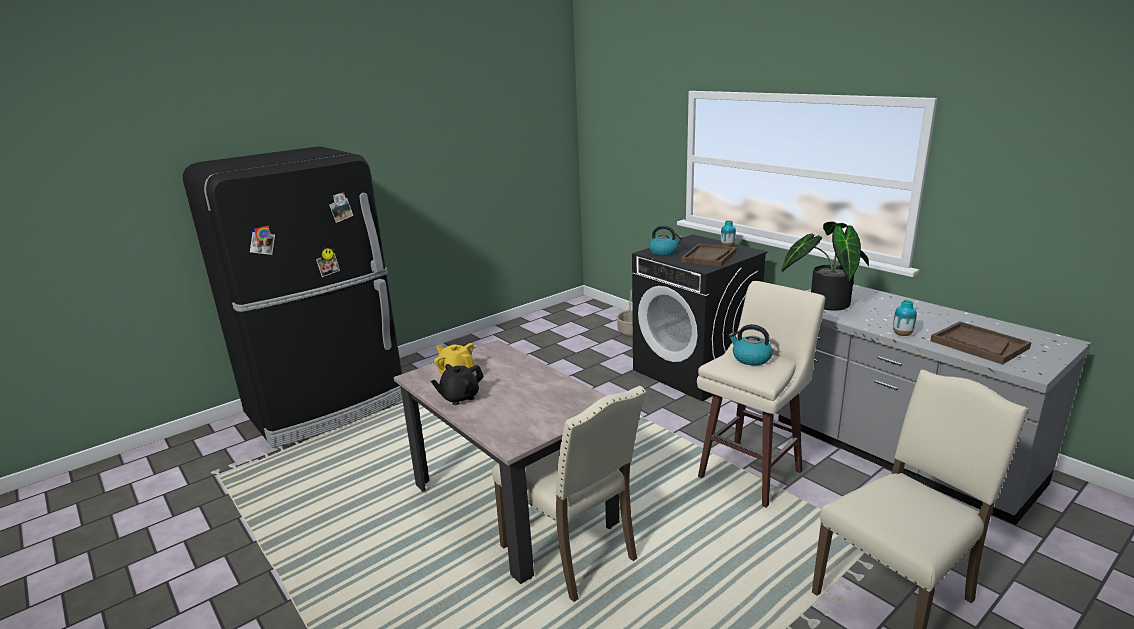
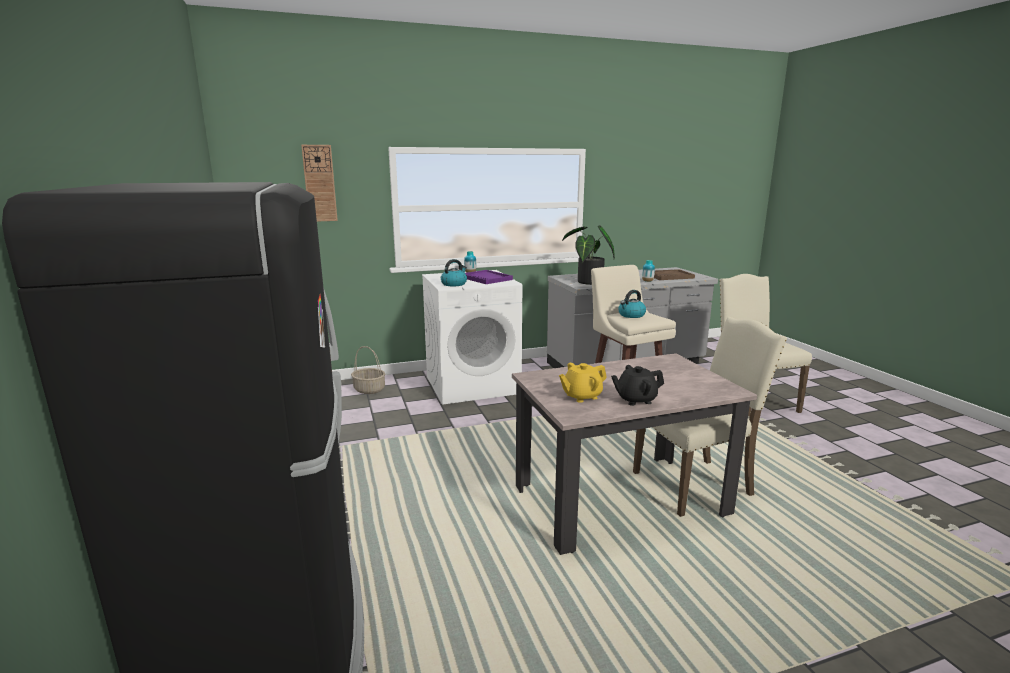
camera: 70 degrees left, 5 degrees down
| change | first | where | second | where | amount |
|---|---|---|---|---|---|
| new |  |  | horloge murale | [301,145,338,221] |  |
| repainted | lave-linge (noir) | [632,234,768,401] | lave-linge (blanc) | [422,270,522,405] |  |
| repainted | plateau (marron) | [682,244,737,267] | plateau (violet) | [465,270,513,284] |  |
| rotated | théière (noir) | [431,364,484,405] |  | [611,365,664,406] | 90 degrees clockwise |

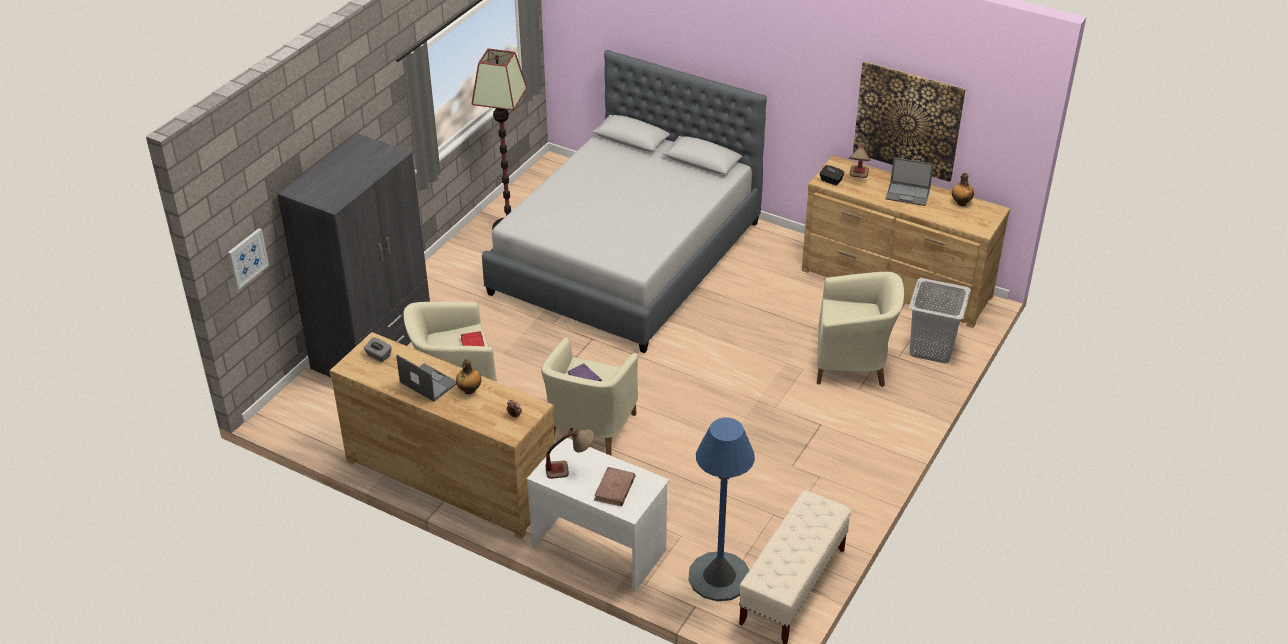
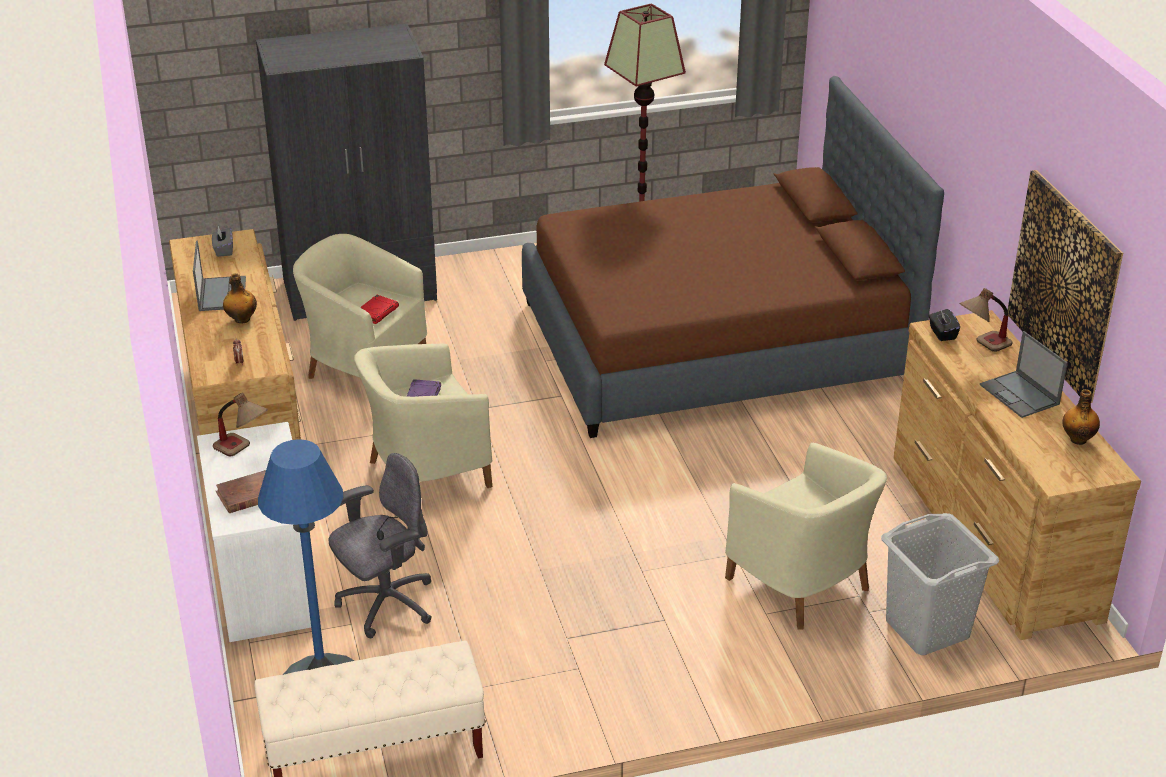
camera: 45 degrees right, 5 degrees down
| change | first | where | second | where | amount |
|---|---|---|---|---|---|
| gone | tableau | [228,228,269,290] |  |  |  |
| new |  |  | chaise de bureau (gris) | [329,453,432,638] |  |
| repainted | lit (gris) | [482,50,767,353] | lit (marron) | [522,76,944,438] |  |

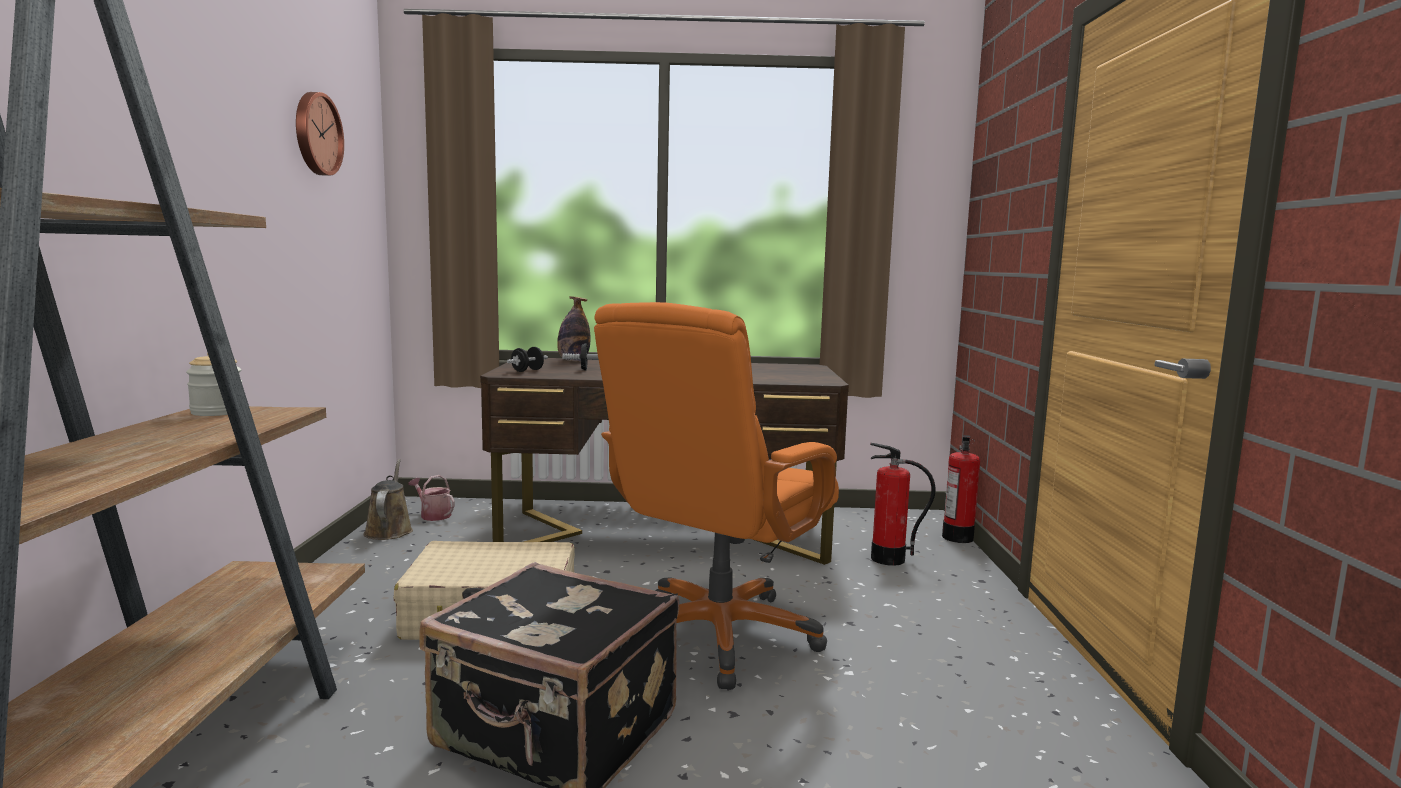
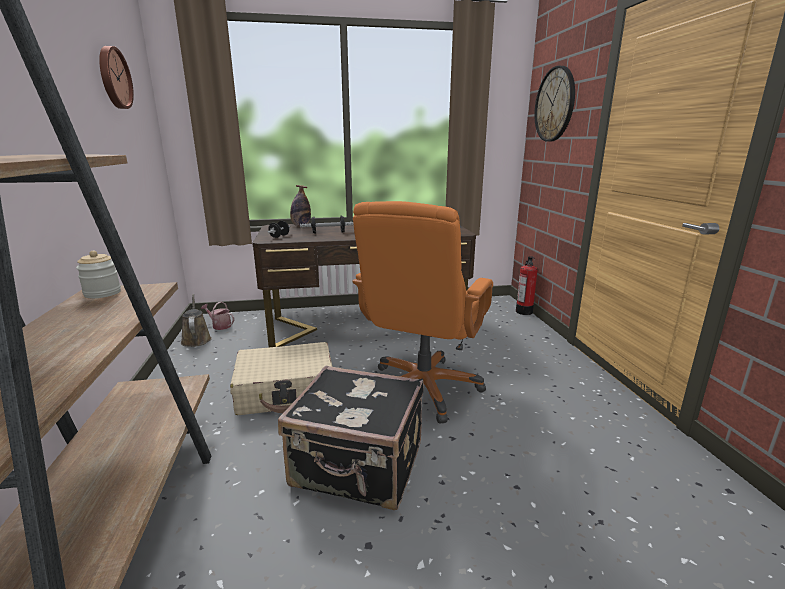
camera: 10 degrees left, 10 degrees up
| change | first | where | second | where | amount |
|---|---|---|---|---|---|
| gone | extincteur | [870,443,935,566] |  |  |  |
| new |  |  | horloge murale | [534,66,575,142] |  |

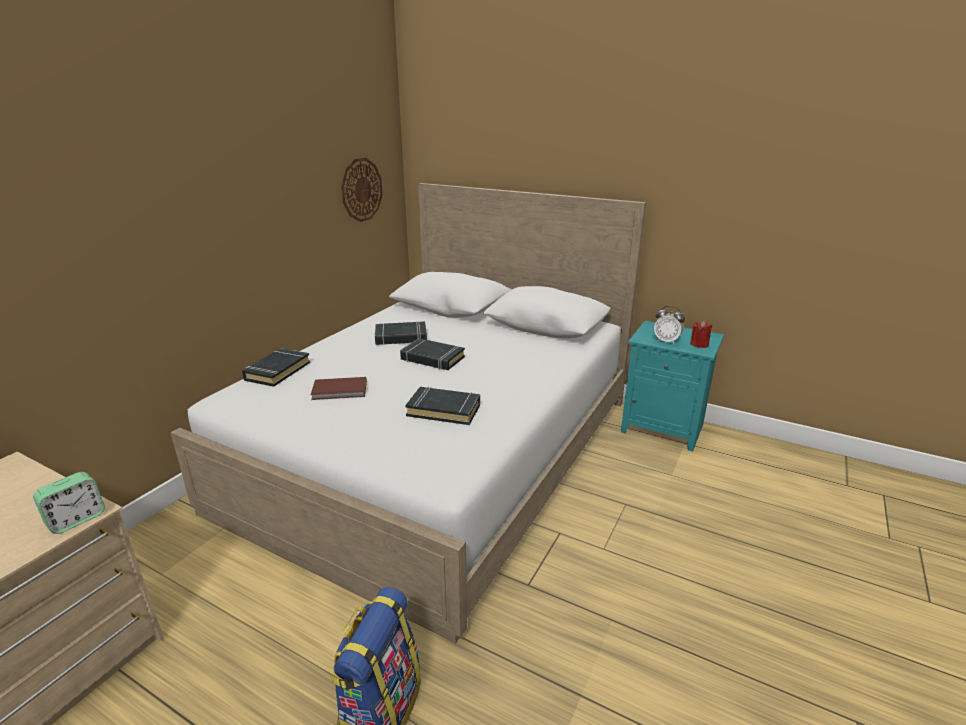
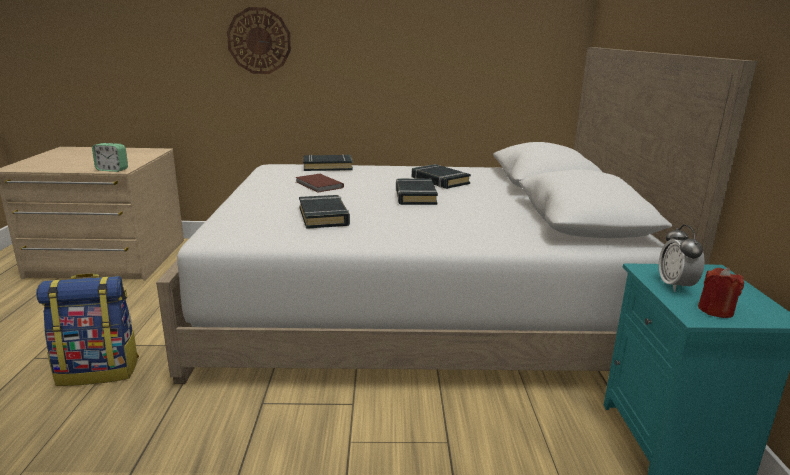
camera: 60 degrees right, 5 degrees down
| change | first | where | second | where | amount |
|---|---|---|---|---|---|
| shifted | horloge murale | [341,157,383,222] |  | [227,7,291,74] |  |

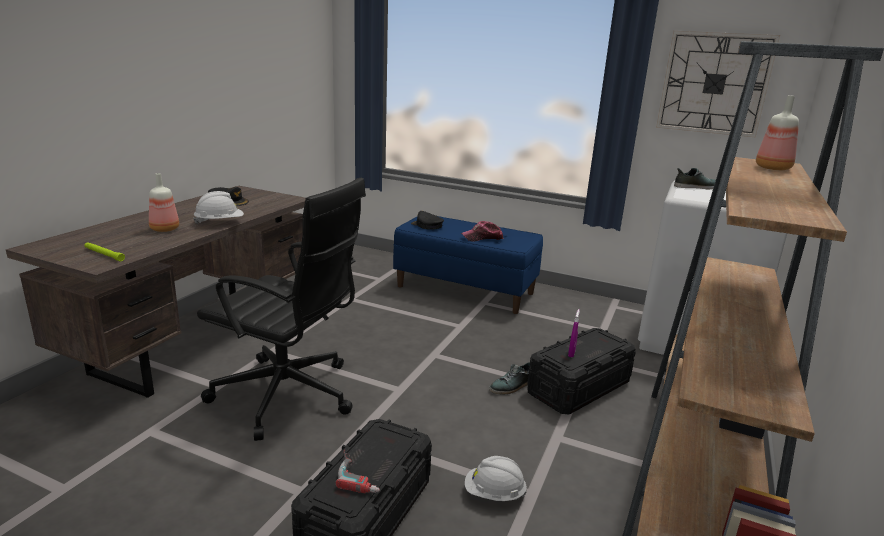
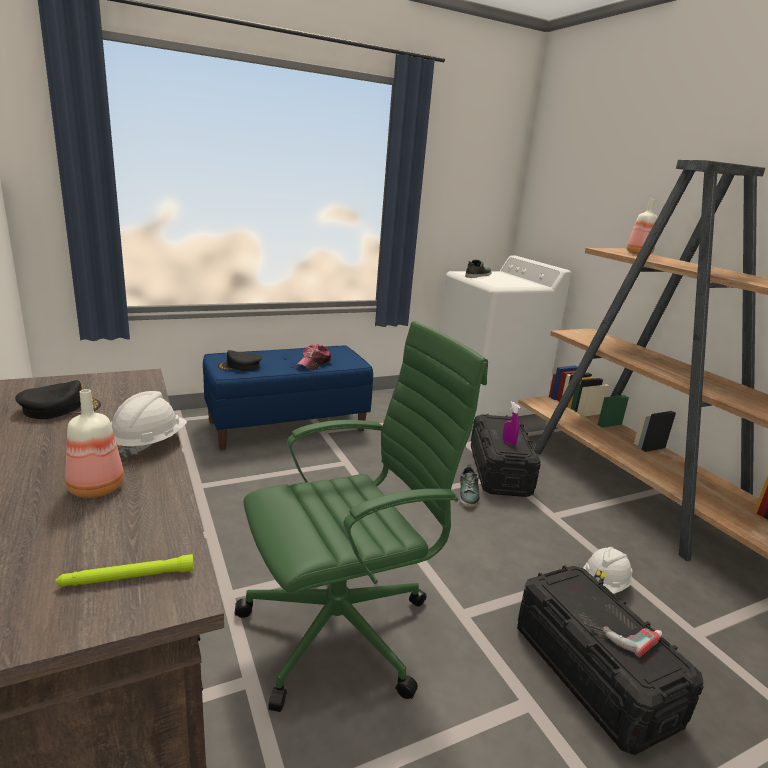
camera: 50 degrees left, 0 degrees up
| change | first | where | second | where | amount |
|---|---|---|---|---|---|
| gone | horloge murale | [656,31,780,138] |  |  |  |
| repainted | chaise de bureau (noir) | [197,177,366,441] | chaise de bureau (vert) | [235,321,488,712] |  |

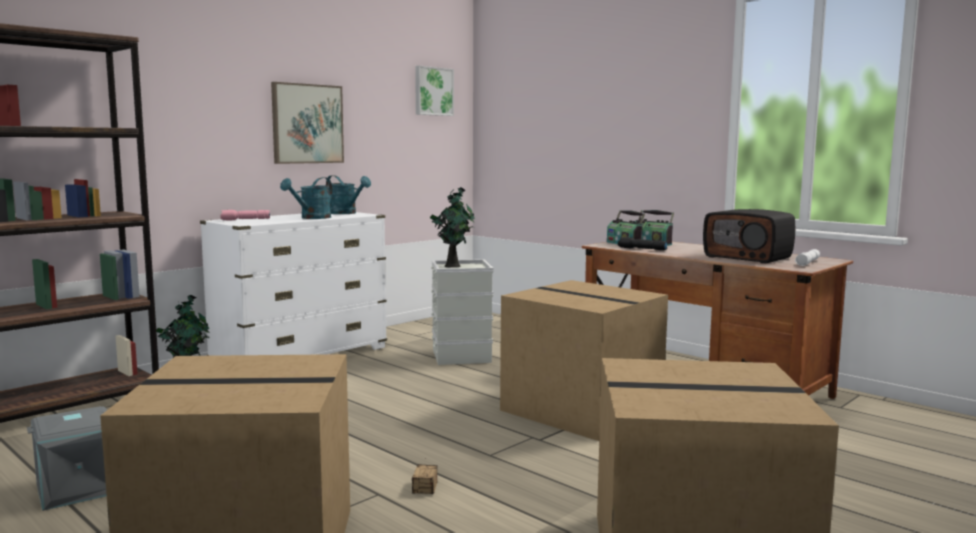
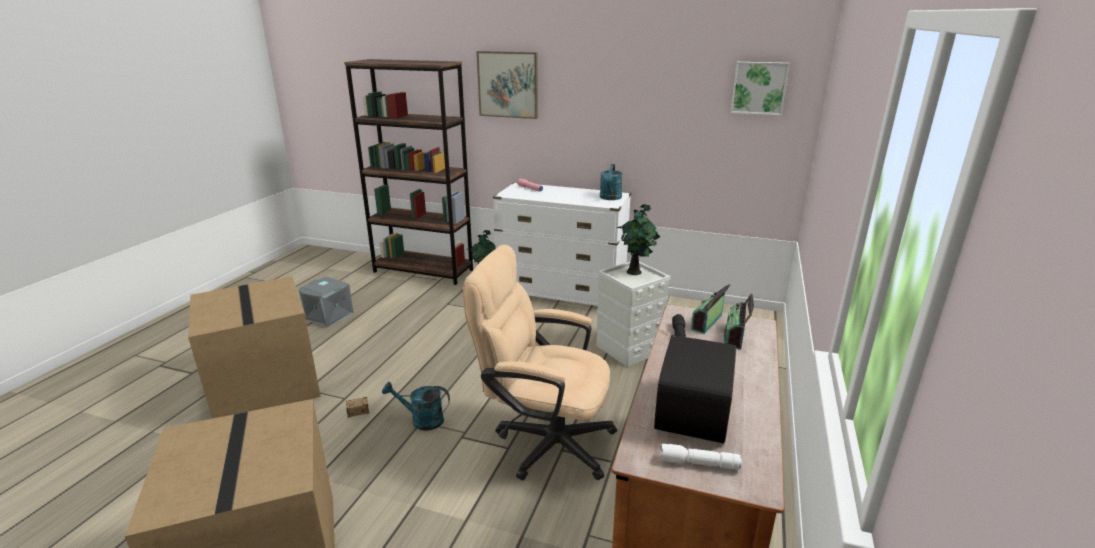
camera: 65 degrees right, 15 degrees up
| change | first | where | second | where | amount |
|---|---|---|---|---|---|
| shifted | tableau | [271,82,344,164] |  | [477,51,538,119] |  |
| shifted | arrosoir (turquoise) | [280,177,333,219] |  | [382,382,450,431] |  |
| swapped | carton | [500,280,668,441] | chaise de bureau (beige) | [463,245,617,480] |  |

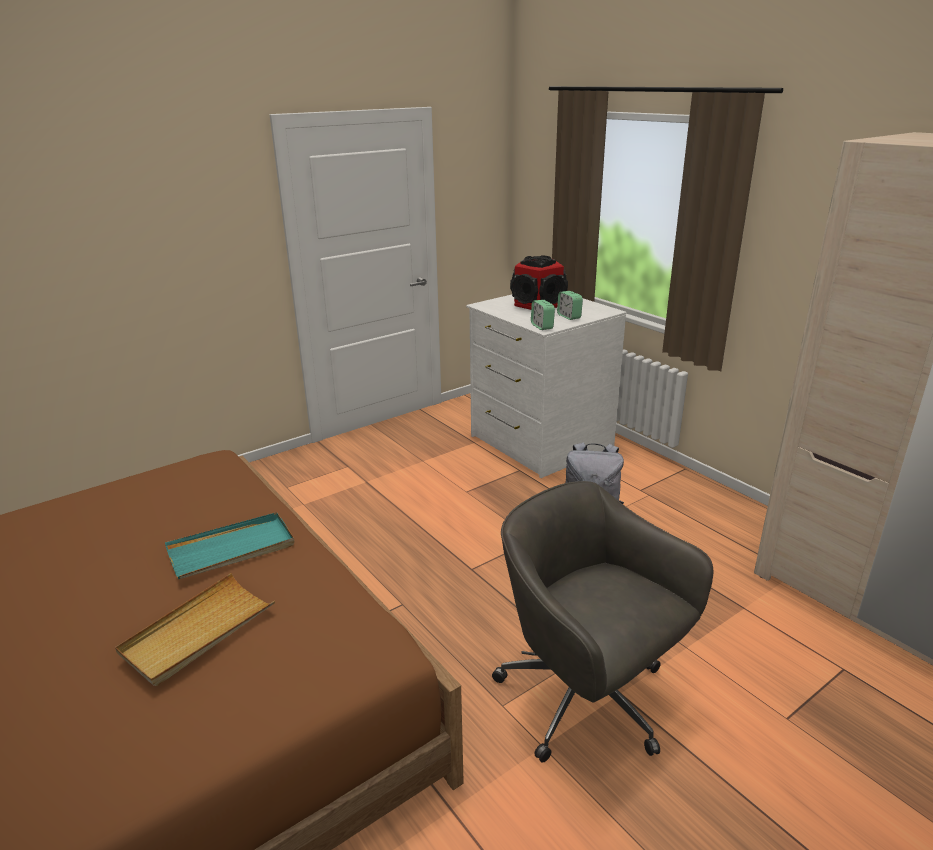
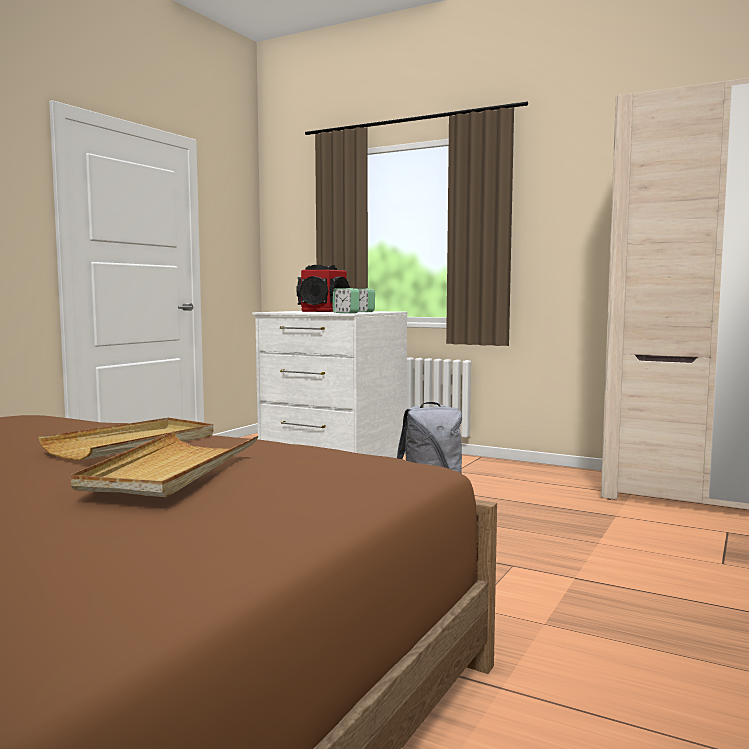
camera: 25 degrees left, 20 degrees down
| change | first | where | second | where | amount |
|---|---|---|---|---|---|
| gone | chaise de bureau (gris) | [492,481,713,763] |  |  |  |
| repainted | plateau (turquoise) | [165,512,295,580] | plateau (beige) | [38,418,214,460] |  |

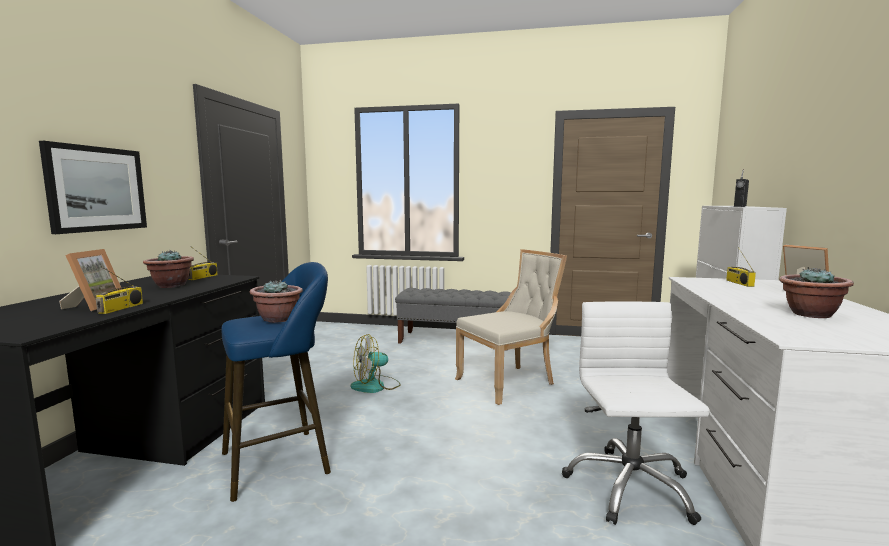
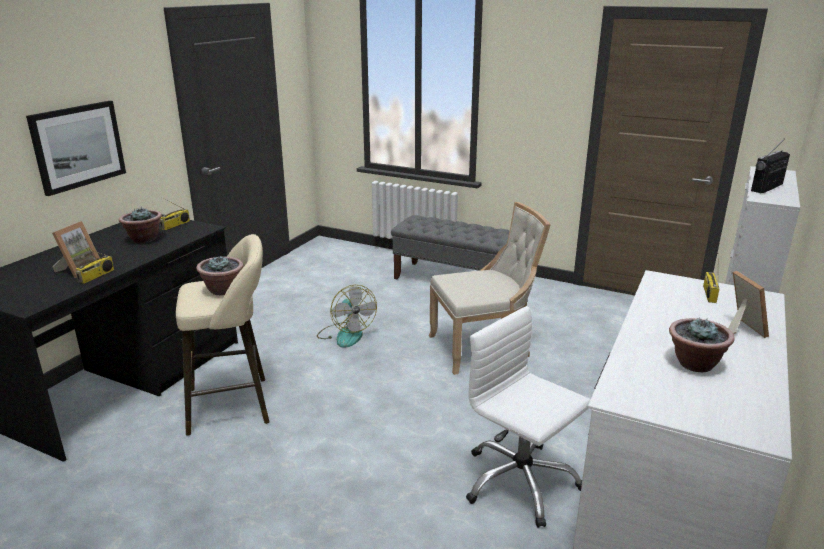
camera: 15 degrees right, 15 degrees up
| change | first | where | second | where | amount |
|---|---|---|---|---|---|
| repainted | tabouret (bleu) | [222,262,331,502] | tabouret (beige) | [176,234,269,436] |  |
| rotated | ventilateur | [350,334,401,393] |  | [317,285,377,348] | 105 degrees counterclockwise |
| rotated | chaise de bureau (blanc) | [562,302,710,525] |  | [466,306,590,528] | 60 degrees counterclockwise |

